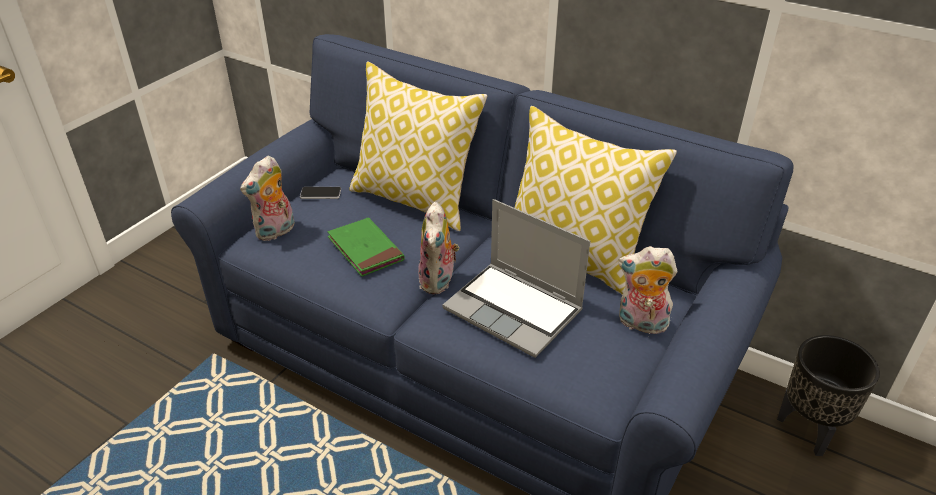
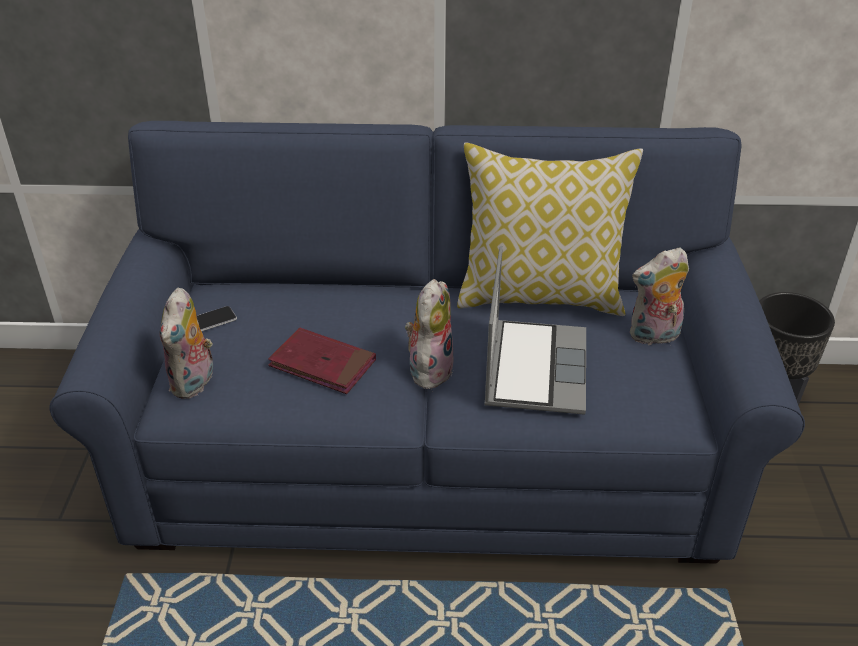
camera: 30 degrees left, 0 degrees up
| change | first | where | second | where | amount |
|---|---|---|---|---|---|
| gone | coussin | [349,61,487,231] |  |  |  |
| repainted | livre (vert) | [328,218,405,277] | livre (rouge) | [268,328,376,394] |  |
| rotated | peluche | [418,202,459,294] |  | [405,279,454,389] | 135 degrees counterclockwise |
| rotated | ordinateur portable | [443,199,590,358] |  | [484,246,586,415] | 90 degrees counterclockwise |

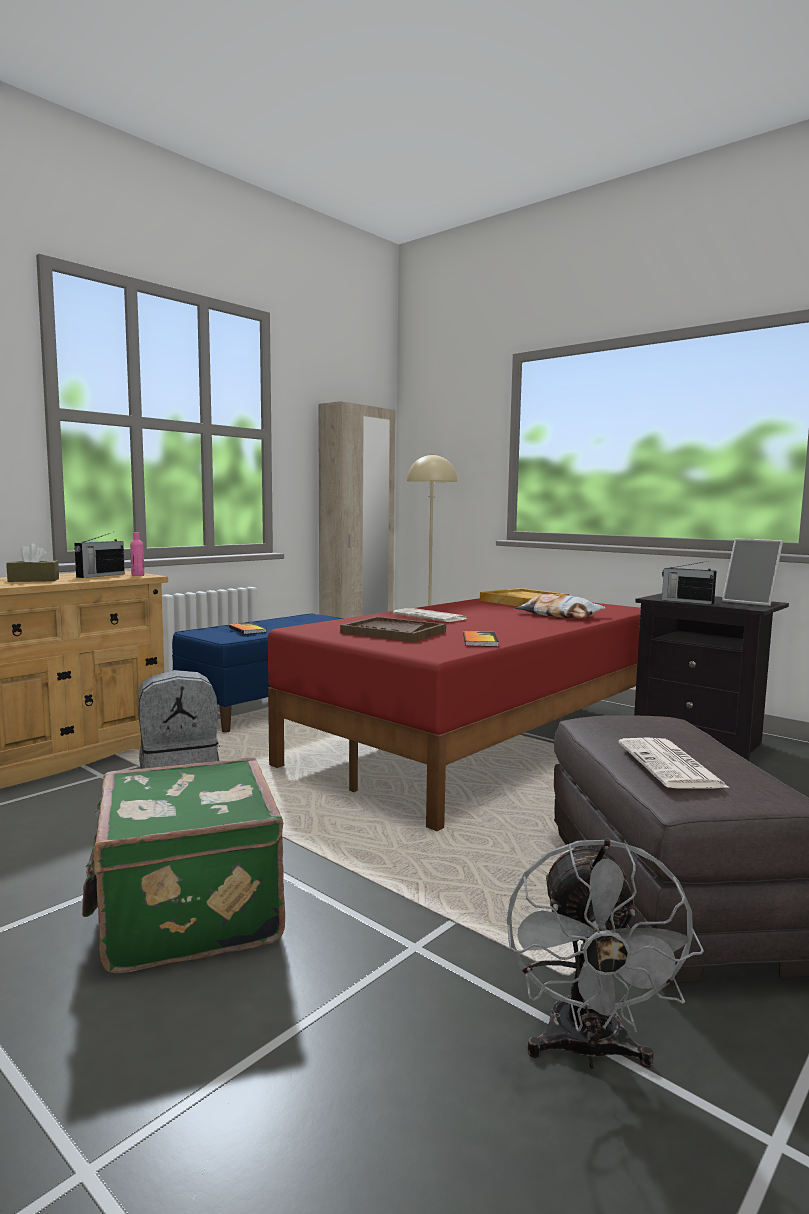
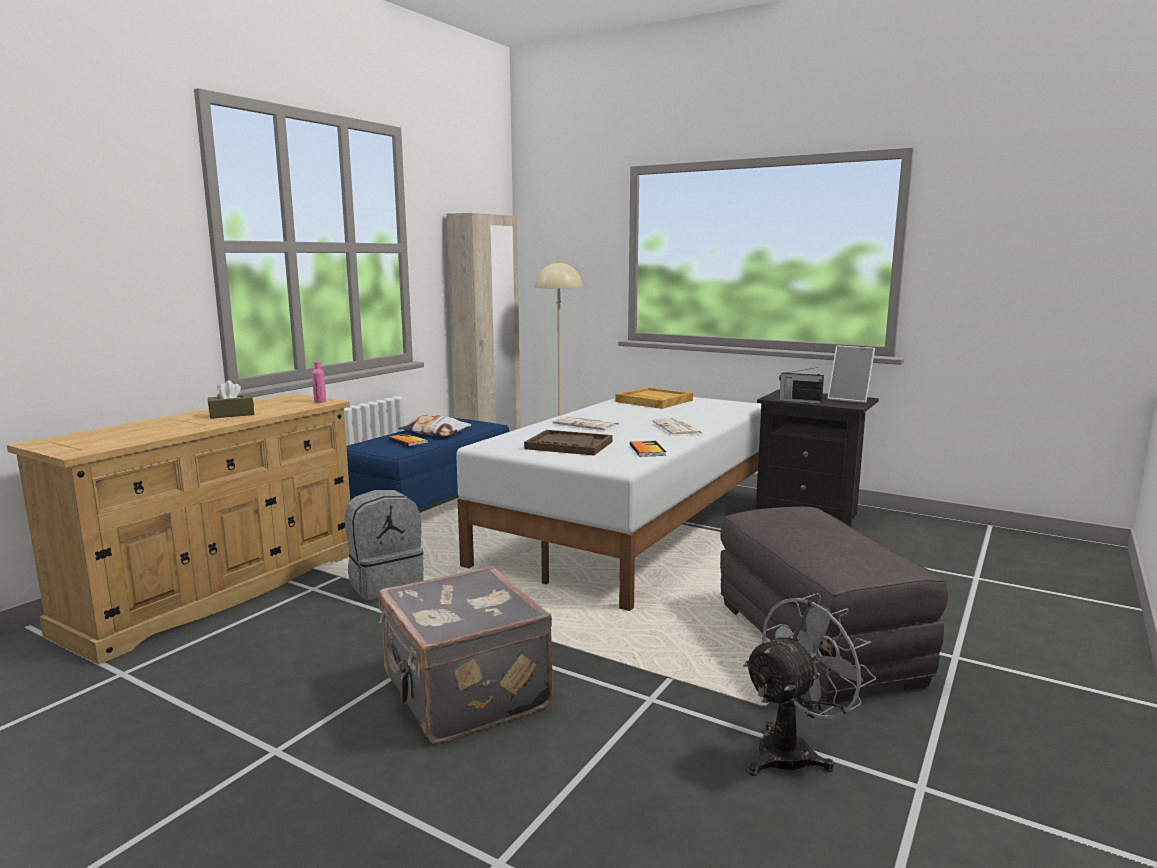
camera: 10 degrees left, 5 degrees up
| change | first | where | second | where | amount |
|---|---|---|---|---|---|
| gone | radio | [74,533,125,578] |  |  |  |
| shifted | coussin | [515,594,606,618] |  | [399,415,472,436] |  |
| shifted | journal | [618,738,729,788] |  | [652,418,703,436] |  |
| repainted | valise (vert) | [82,757,285,973] | valise (gris) | [378,566,553,744] |  |
| repainted | lit (rouge) | [268,598,641,831] | lit (blanc) | [456,397,761,611] |  |
| rotated | ventilateur (gris) | [507,838,704,1069] |  | [743,593,876,776] | 120 degrees counterclockwise |

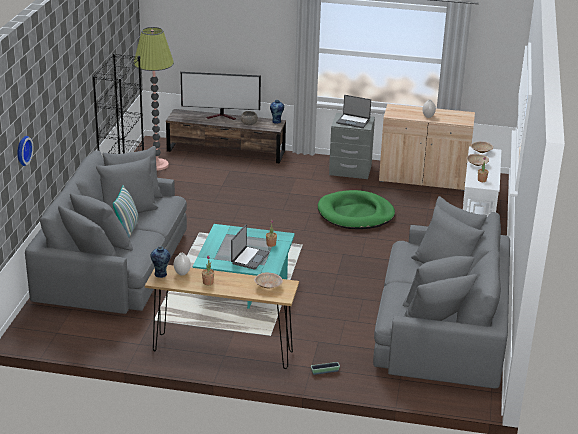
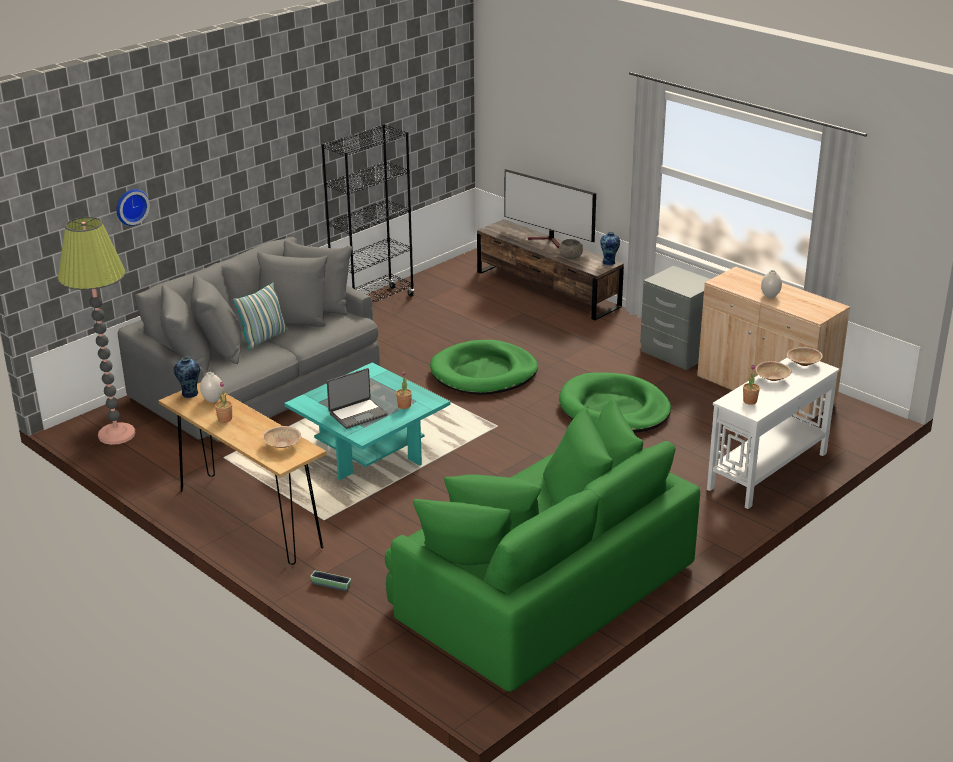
camera: 35 degrees right, 0 degrees up
| change | first | where | second | where | amount |
|---|---|---|---|---|---|
| gone | ordinateur portable | [336,95,371,128] |  |  |  |
| new |  |  | panier pour chien (vert) | [430,340,538,395] |  |
| shifted | lampadaire | [133,27,174,171] |  | [58,217,135,445] |  |
| repainted | canapé (gris) | [373,196,510,389] | canapé (vert) | [385,398,700,692] |  |

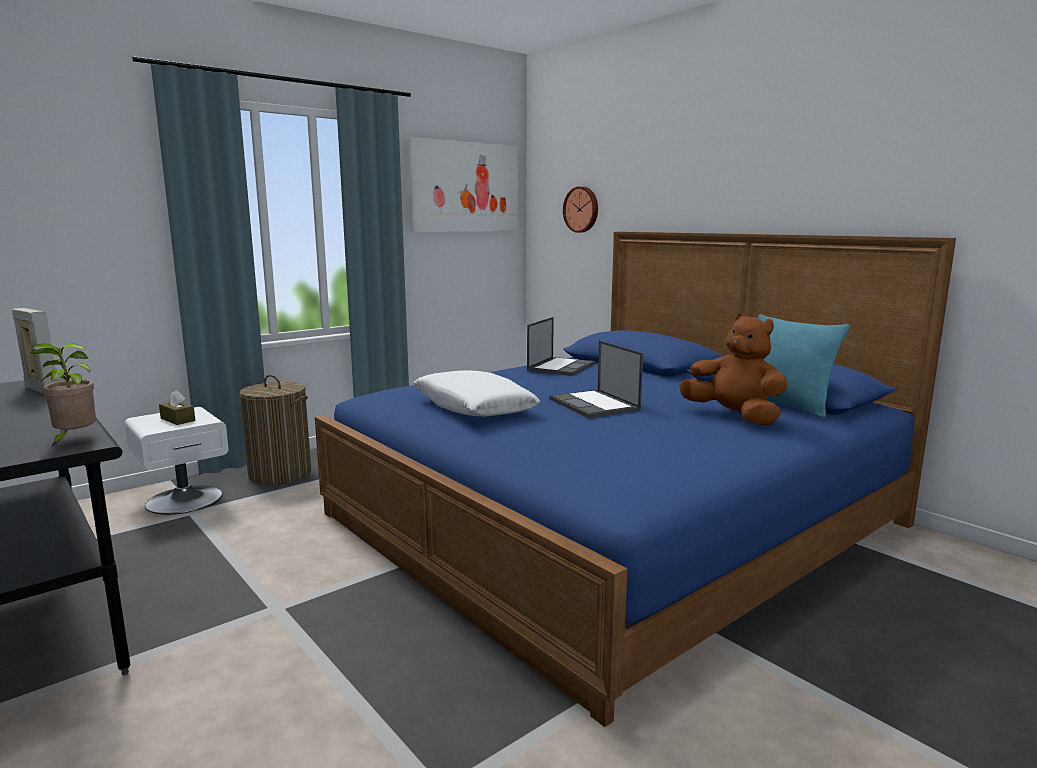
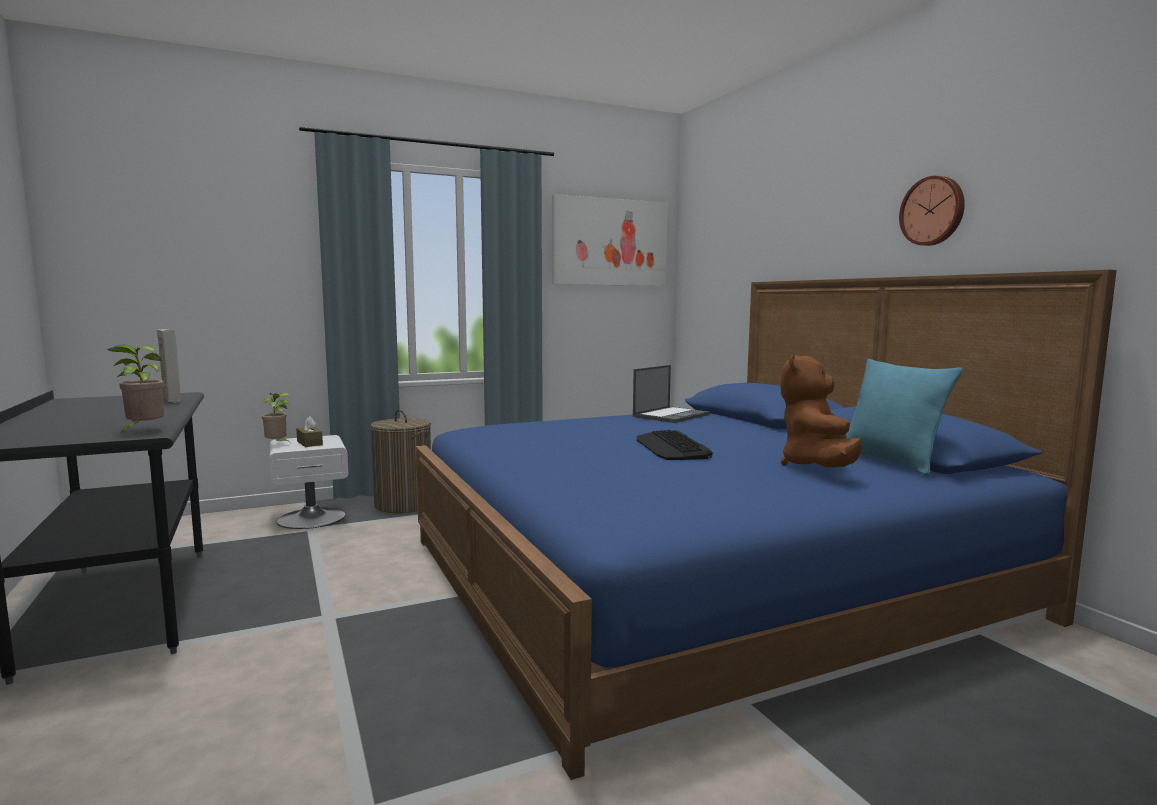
camera: 15 degrees right, 5 degrees down
| change | first | where | second | where | amount |
|---|---|---|---|---|---|
| gone | coussin (blanc) | [413,370,540,416] |  |  |  |
| new |  |  | plante en pot | [262,393,291,443] |  |
| shifted | horloge murale | [563,186,598,233] |  | [899,176,965,246] |  |
| swapped | ordinateur portable | [549,340,643,418] | clavier | [637,430,713,460] |  |
| rotated | peluche (marron) | [679,313,787,425] |  | [781,354,862,467] | 135 degrees counterclockwise |

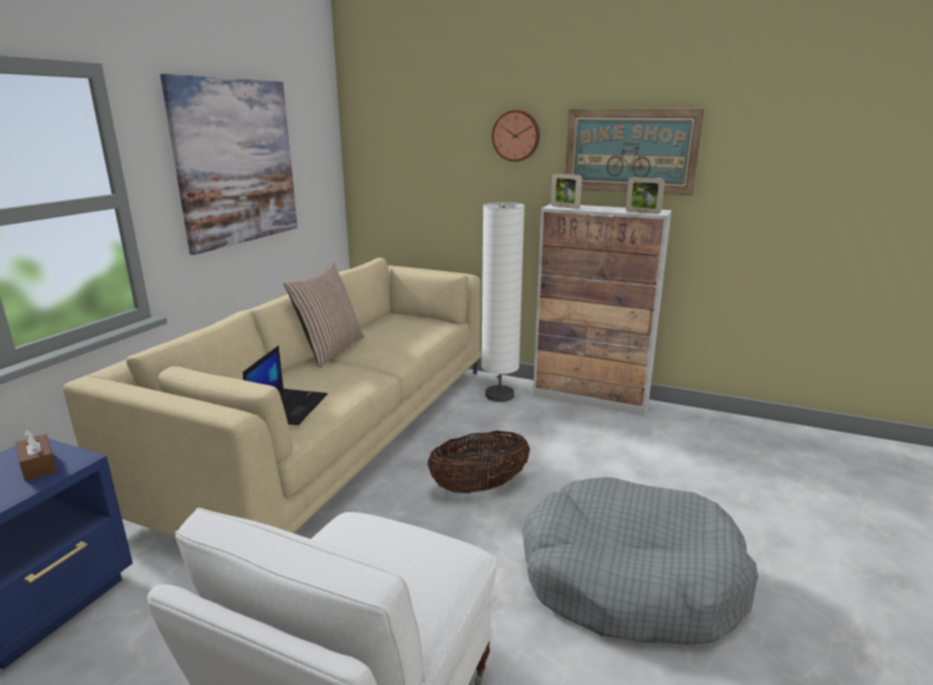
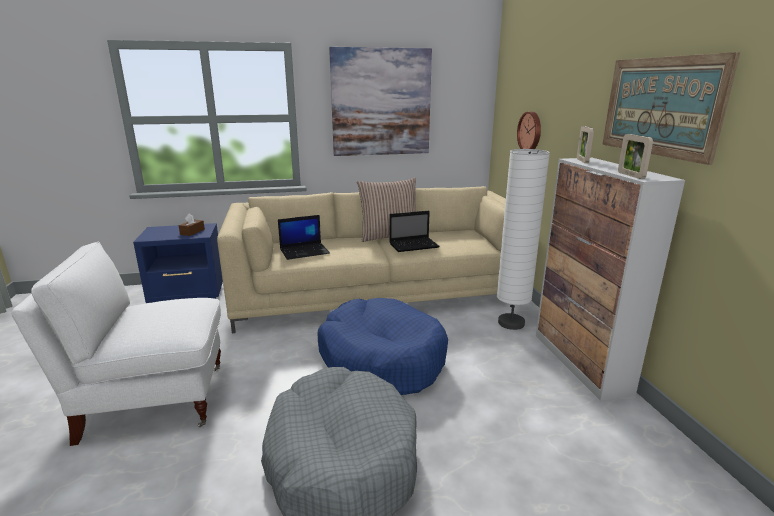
camera: 55 degrees right, 0 degrees up
| change | first | where | second | where | amount |
|---|---|---|---|---|---|
| new |  |  | ordinateur portable | [389,211,440,252] |  |
| shifted | horloge murale | [492,110,540,162] |  | [517,112,541,149] |  |
| swapped | panier | [427,431,530,493] | panier pour chien (bleu) | [318,298,448,395] |  |

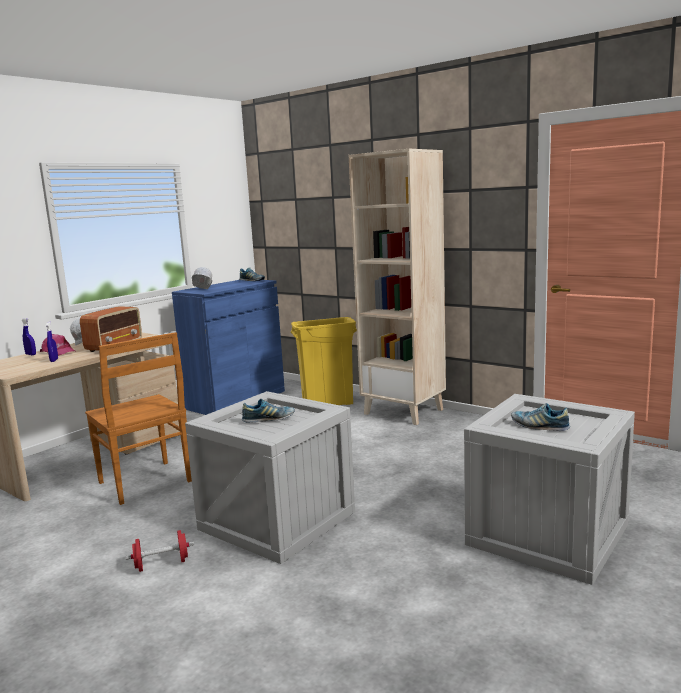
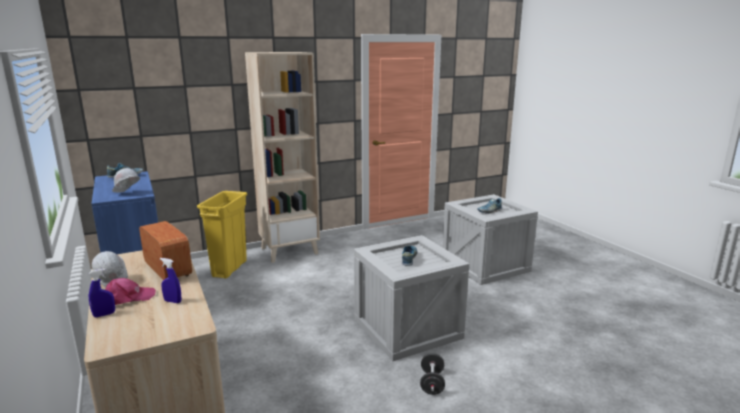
camera: 65 degrees left, 5 degrees up
| change | first | where | second | where | amount |
|---|---|---|---|---|---|
| gone | chaise (marron) | [85,332,192,505] |  |  |  |
| repainted | haltère (rouge) | [125,530,194,572] | haltère (noir) | [420,353,445,395] |  |

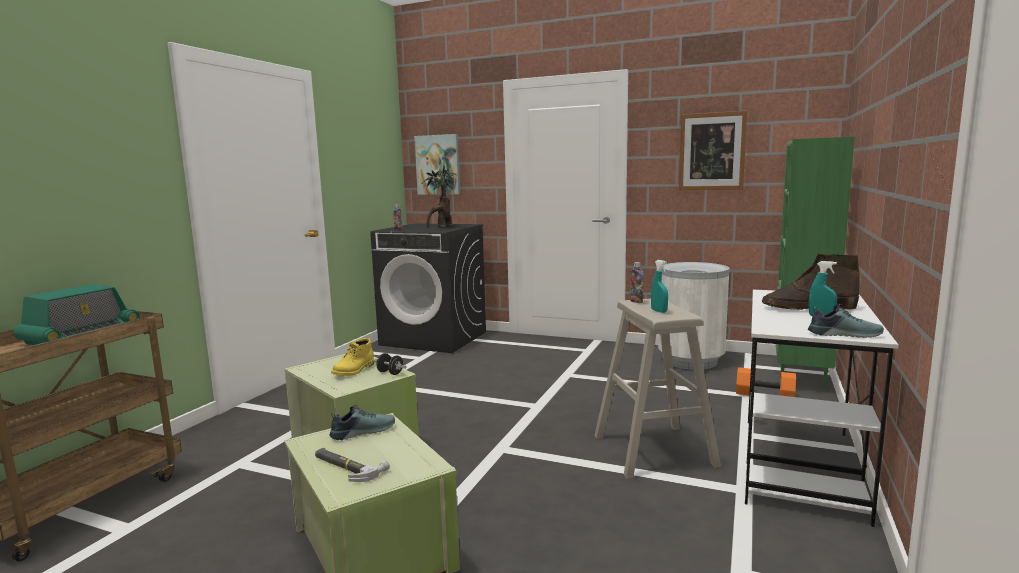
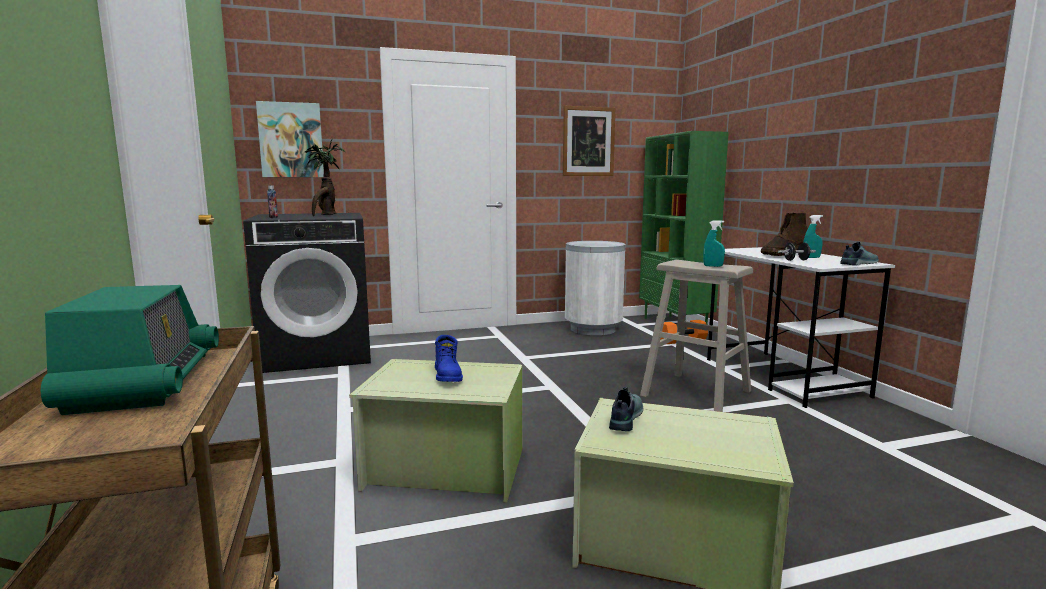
camera: 40 degrees left, 0 degrees up
| change | first | where | second | where | amount |
|---|---|---|---|---|---|
| gone | marteau | [315,448,390,482] |  |  |  |
| gone | bouteille | [630,262,643,303] |  |  |  |
| shifted | haltère (noir) | [374,353,407,375] |  | [778,242,816,261] |  |
| repainted | botte (jaune) | [331,338,374,376] | botte (bleu) | [435,335,463,382] |  |

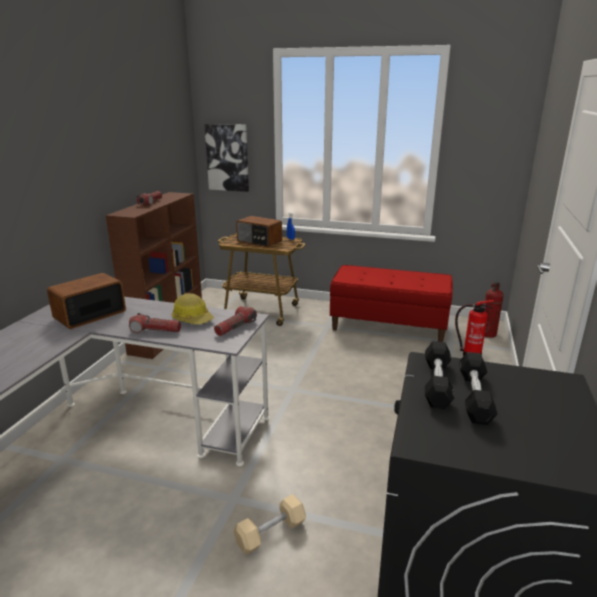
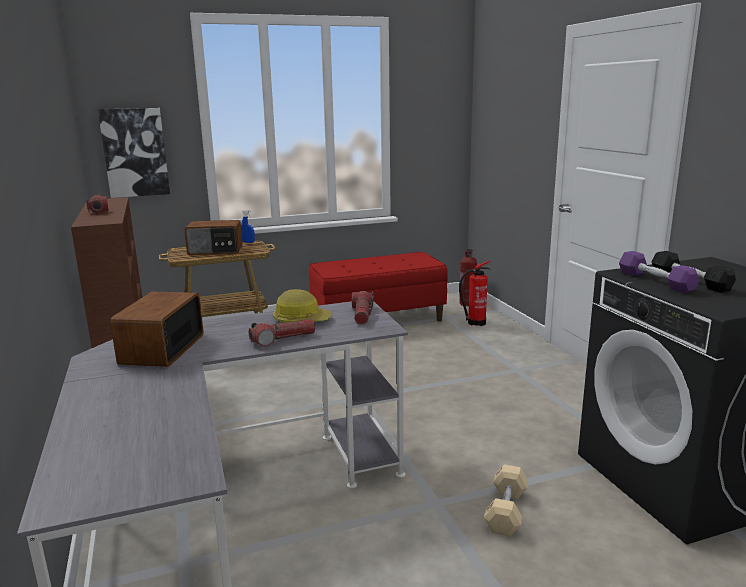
camera: 35 degrees left, 5 degrees down
| change | first | where | second | where | amount |
|---|---|---|---|---|---|
| repainted | haltère (noir) | [425,341,454,409] | haltère (violet) | [619,251,699,293] |  |

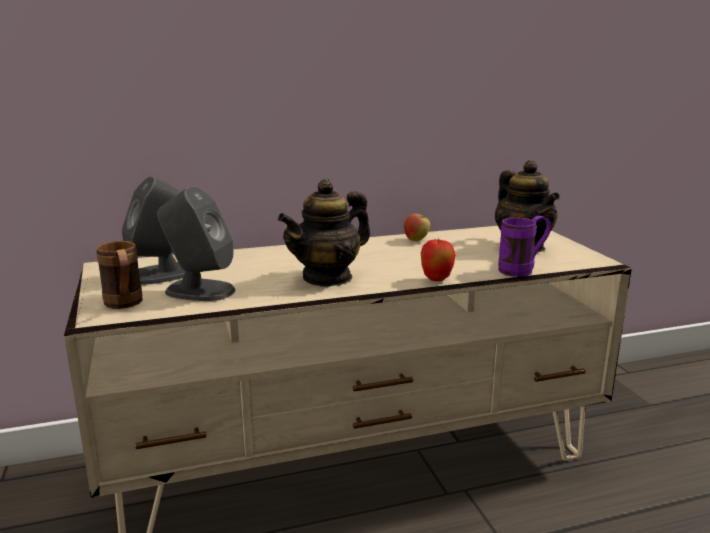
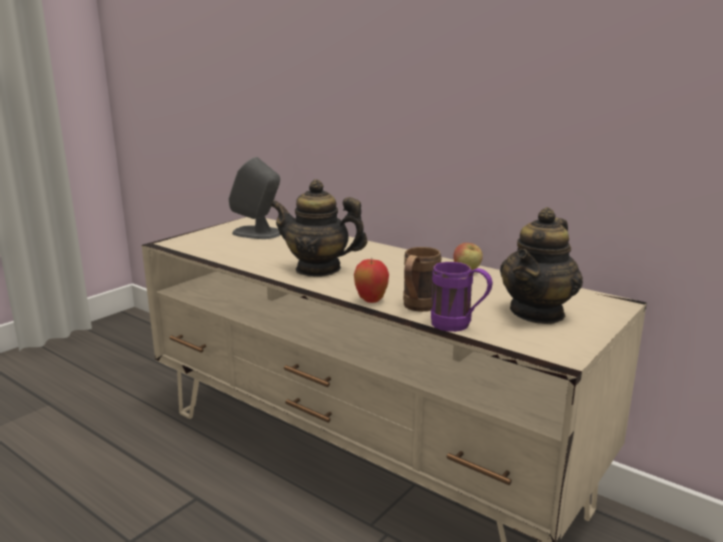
camera: 55 degrees right, 0 degrees up
| change | first | where | second | where | amount |
|---|---|---|---|---|---|
| gone | enceinte (gris) | [157,186,235,301] |  |  |  |
| shifted | mug (marron) | [96,241,142,309] |  | [403,247,441,312] |  |

